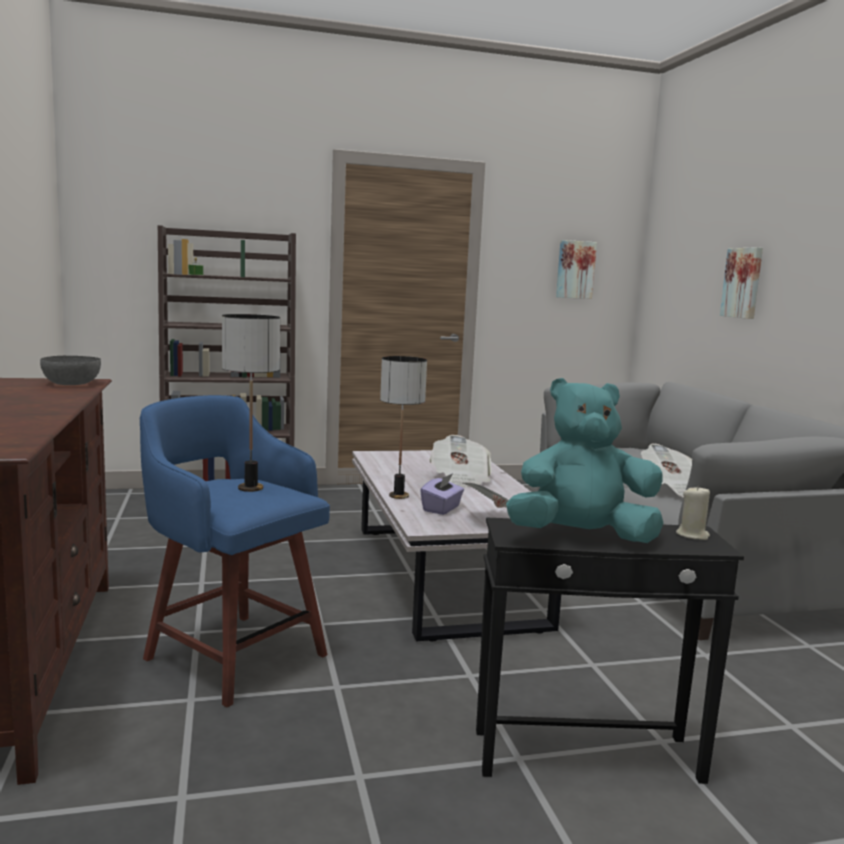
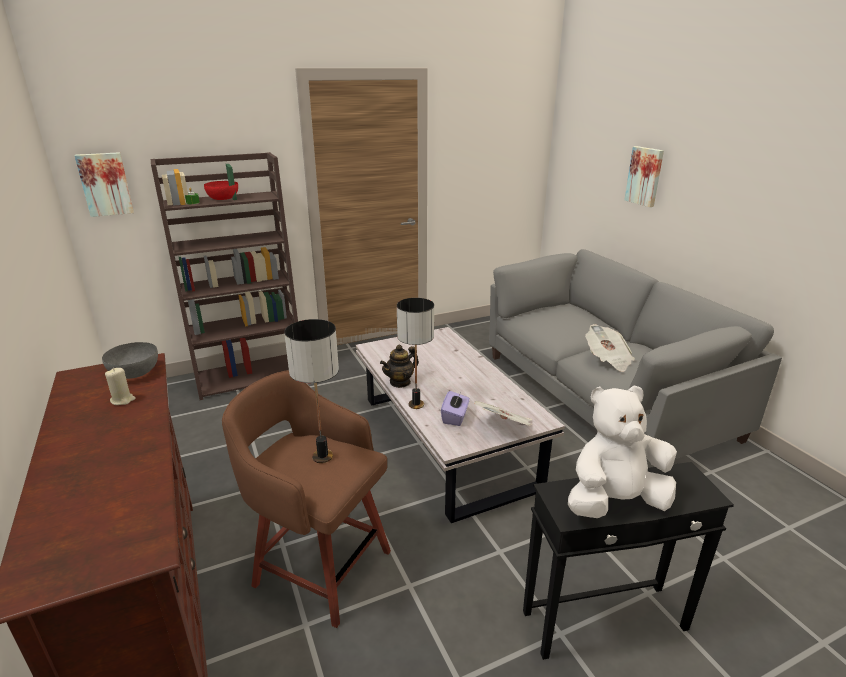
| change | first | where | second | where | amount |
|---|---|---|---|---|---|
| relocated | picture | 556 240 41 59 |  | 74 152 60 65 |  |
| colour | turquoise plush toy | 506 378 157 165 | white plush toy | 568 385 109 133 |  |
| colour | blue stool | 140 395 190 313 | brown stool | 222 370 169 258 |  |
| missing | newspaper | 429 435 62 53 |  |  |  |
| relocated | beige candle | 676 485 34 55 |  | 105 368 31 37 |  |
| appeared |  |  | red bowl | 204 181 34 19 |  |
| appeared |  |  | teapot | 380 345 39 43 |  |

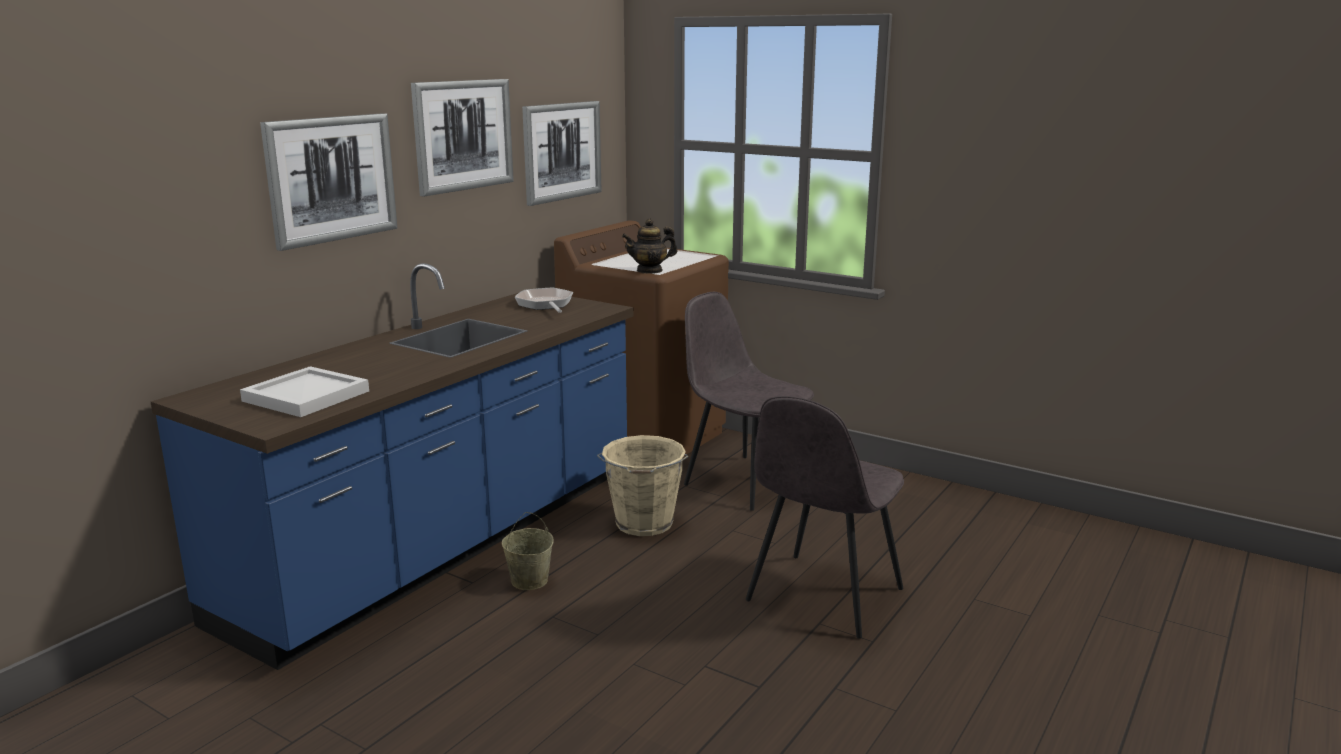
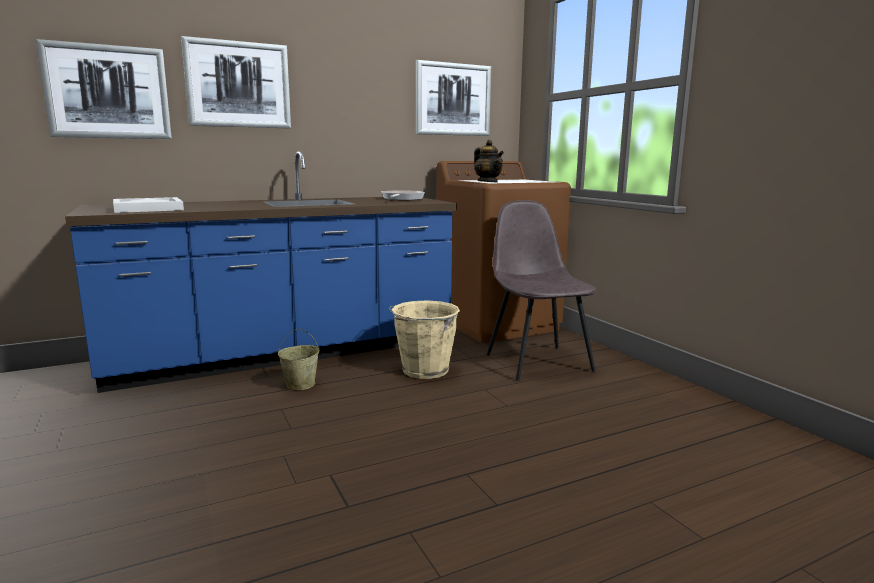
| change | first | where | second | where | amount |
|---|---|---|---|---|---|
| relocated | picture | 411 79 103 117 |  | 36 39 136 100 |  |
| spun | teapot | 622 218 55 56 |  | 474 140 30 43 | 135 degrees counterclockwise |
| missing | grey chair | 746 396 158 243 |  |  |  |

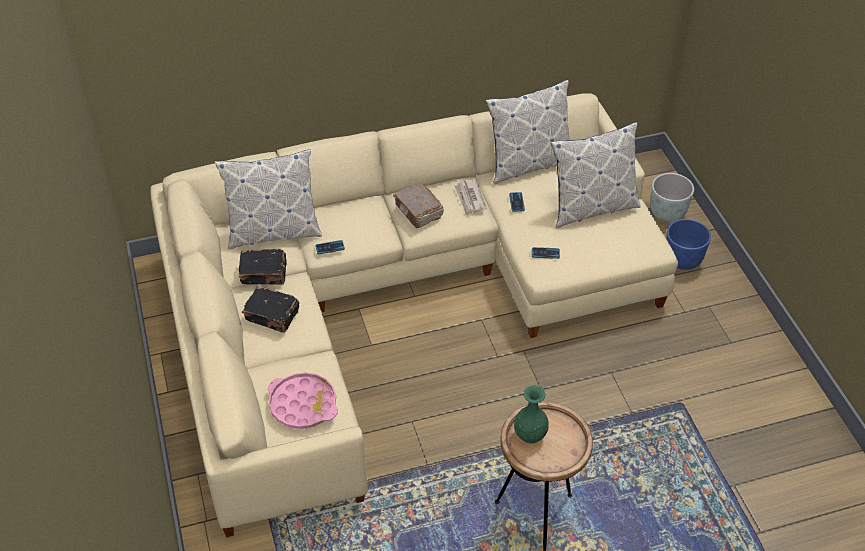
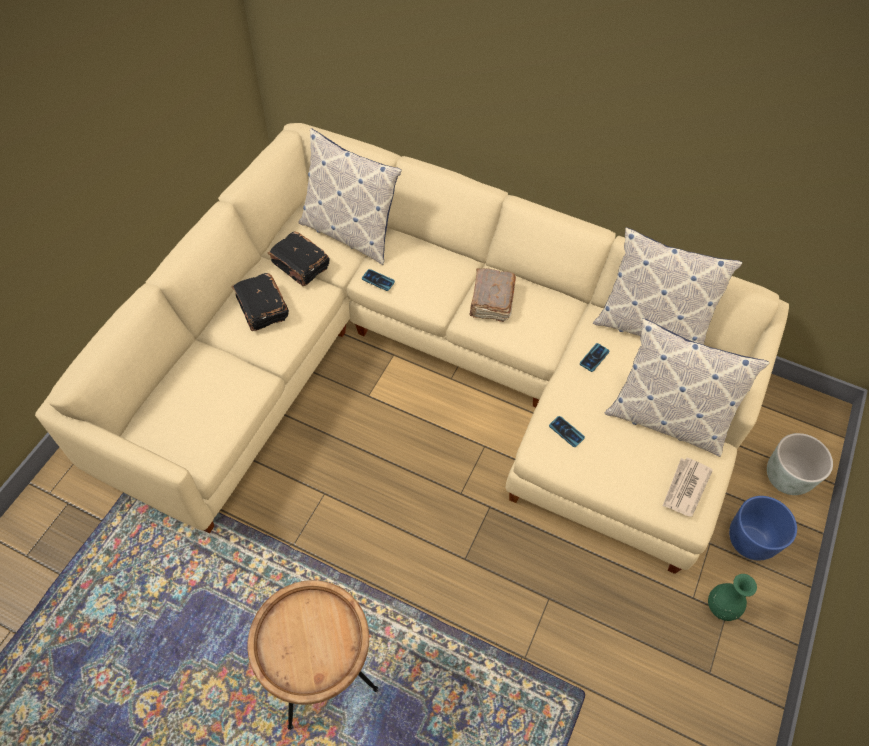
| change | first | where | second | where | amount |
|---|---|---|---|---|---|
| relocated | newspaper | 454 179 33 36 |  | 663 458 50 59 |  |
| missing | pink tray | 268 372 70 57 |  |  |  |
| relocated | green vase | 514 386 35 58 |  | 708 574 49 47 |  |

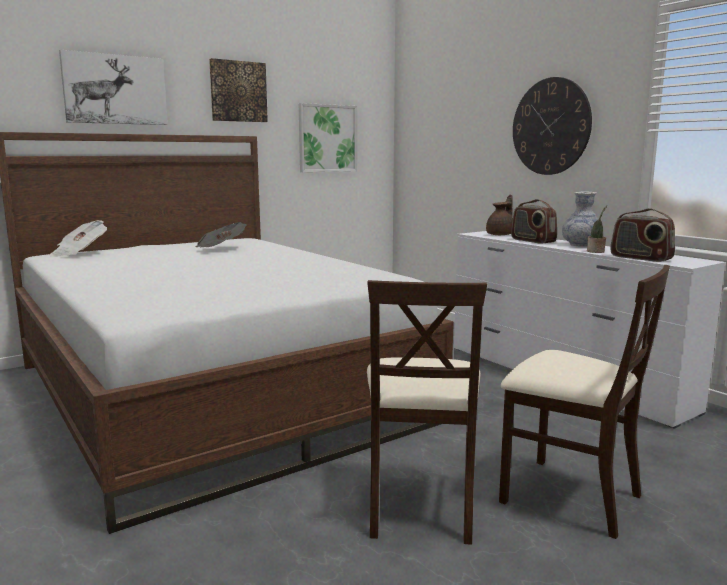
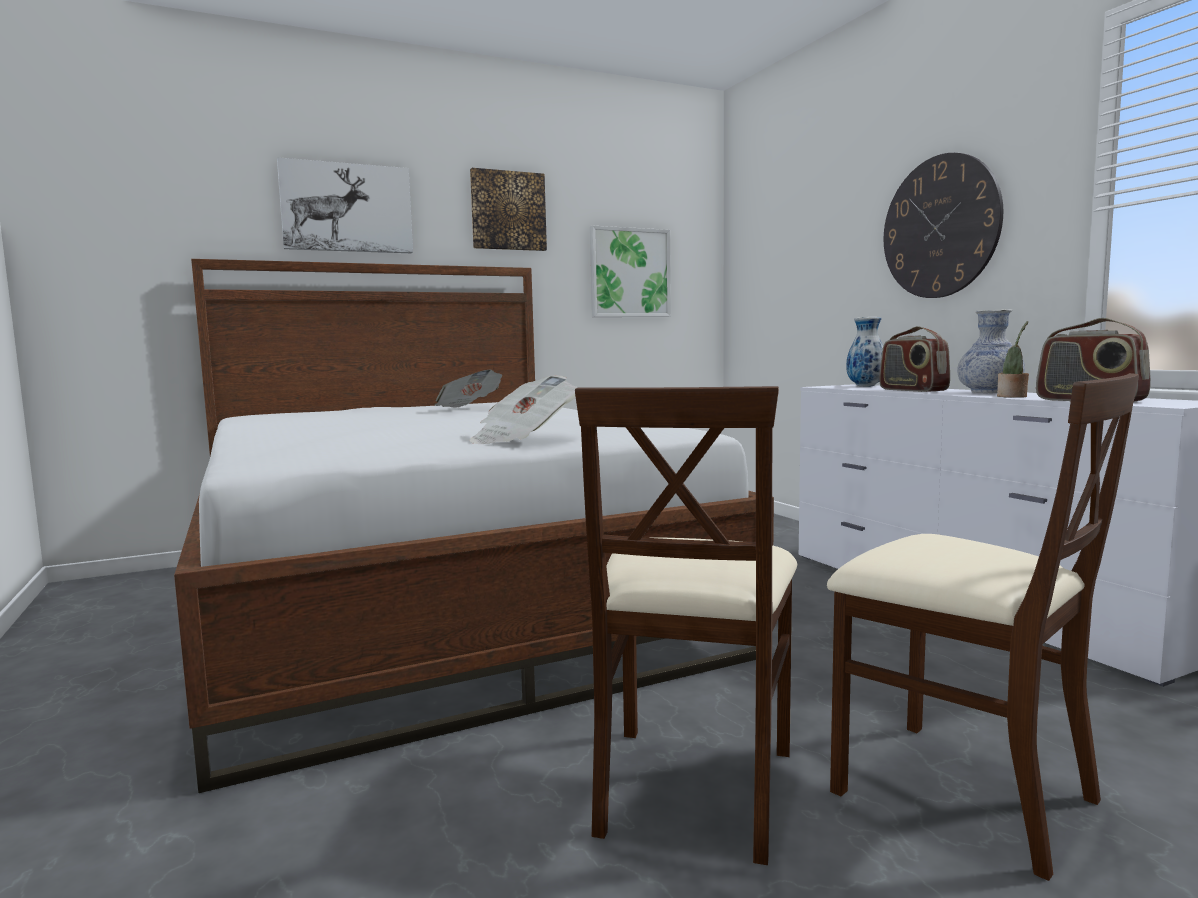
| change | first | where | second | where | amount |
|---|---|---|---|---|---|
| exchanged | brown teapot | 486 195 27 40 | vase | 846 317 37 70 |  |
| relocated | newspaper | 49 220 58 37 |  | 469 375 108 69 |  |

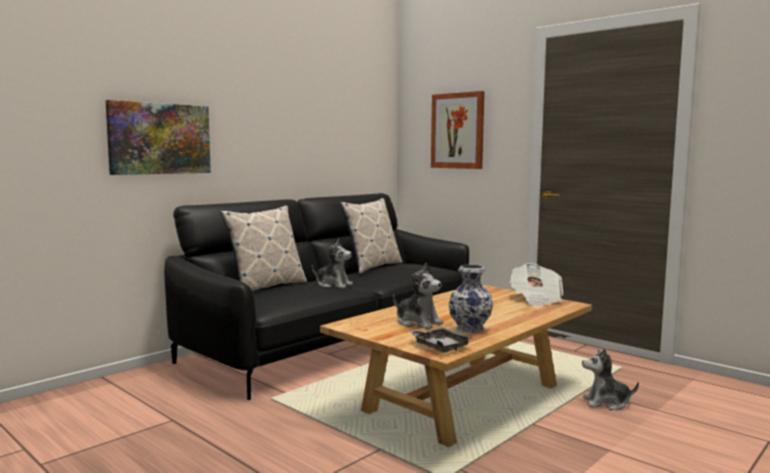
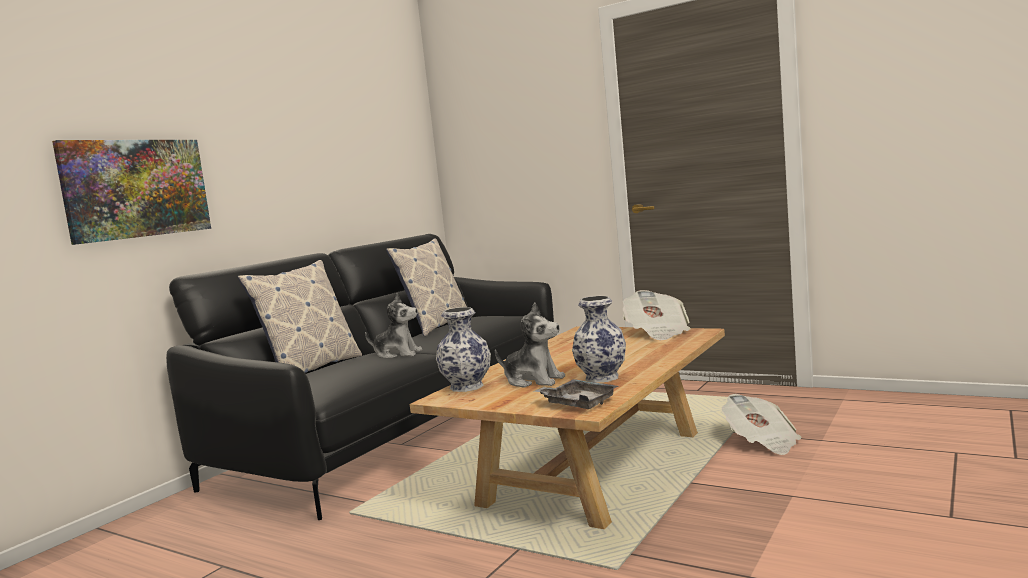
| change | first | where | second | where | amount |
|---|---|---|---|---|---|
| missing | picture | 431 91 54 78 |  |  |  |
| exchanged | plush toy | 582 348 57 62 | newspaper | 722 394 80 61 |  |
| appeared |  |  | vase | 436 307 55 85 |  |

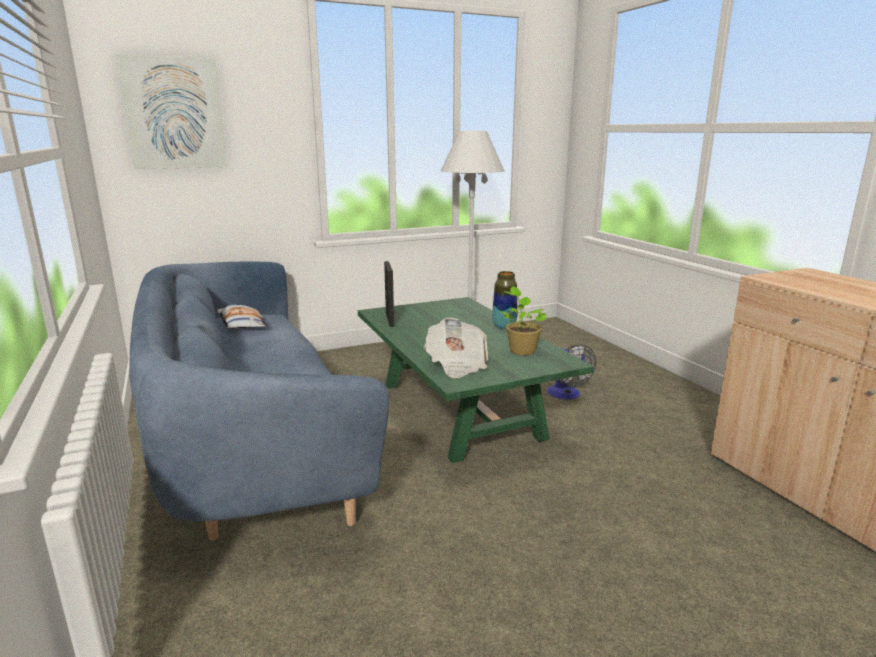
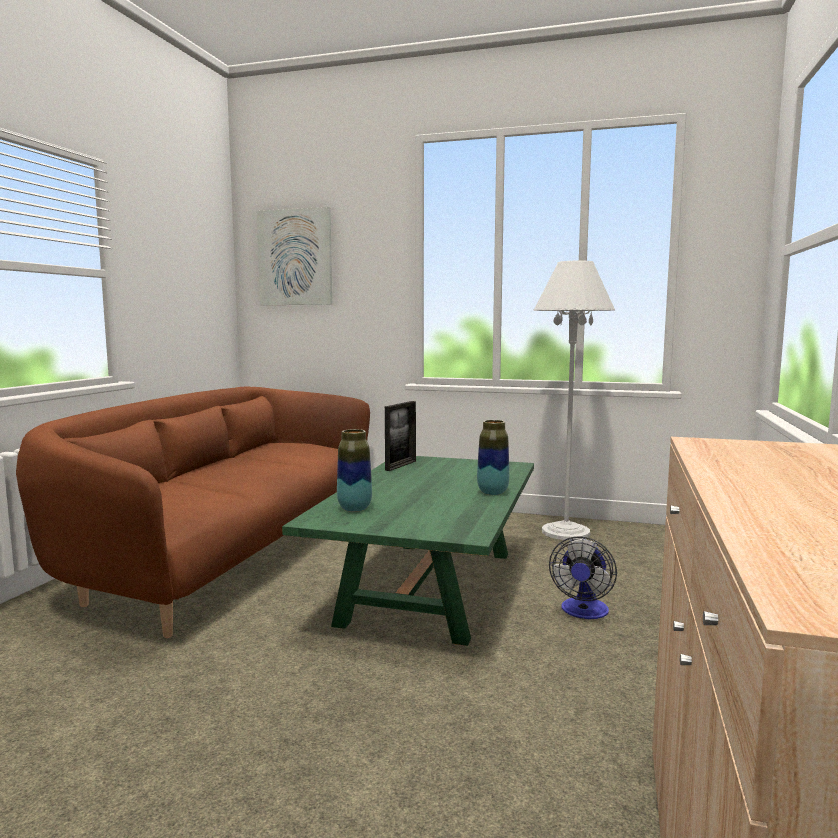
| change | first | where | second | where | amount |
|---|---|---|---|---|---|
| colour | blue sofa | 129 261 260 280 | brown sofa | 16 387 354 251 |  |
| missing | potted plant | 500 286 47 69 |  |  |  |
| missing | pillow | 217 305 52 24 |  |  |  |
| exchanged | newspaper | 424 318 64 60 | vase | 337 429 35 83 |  |

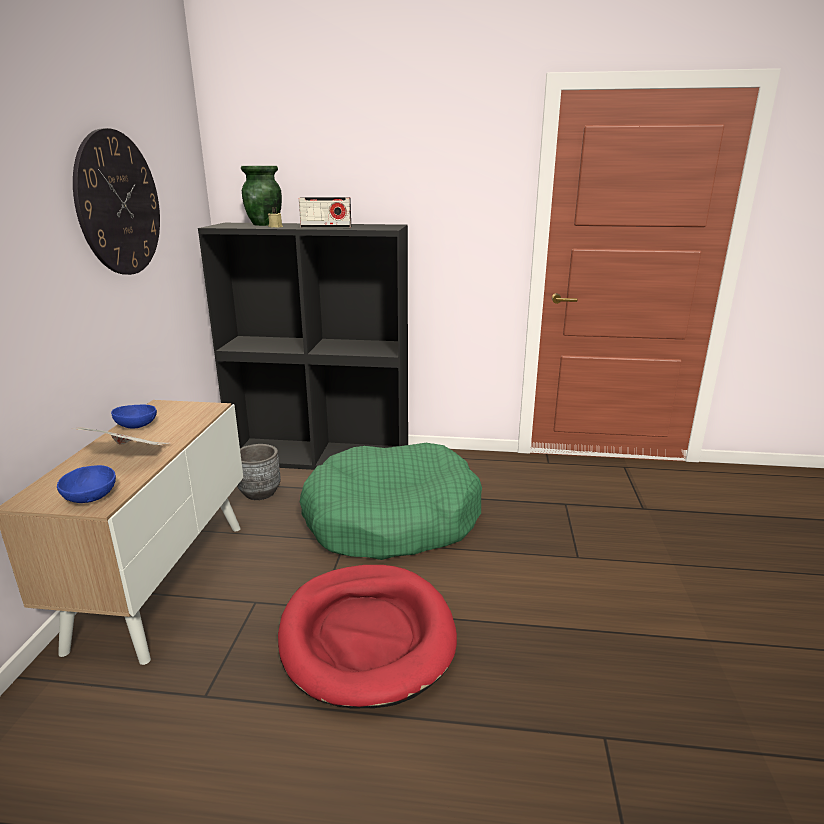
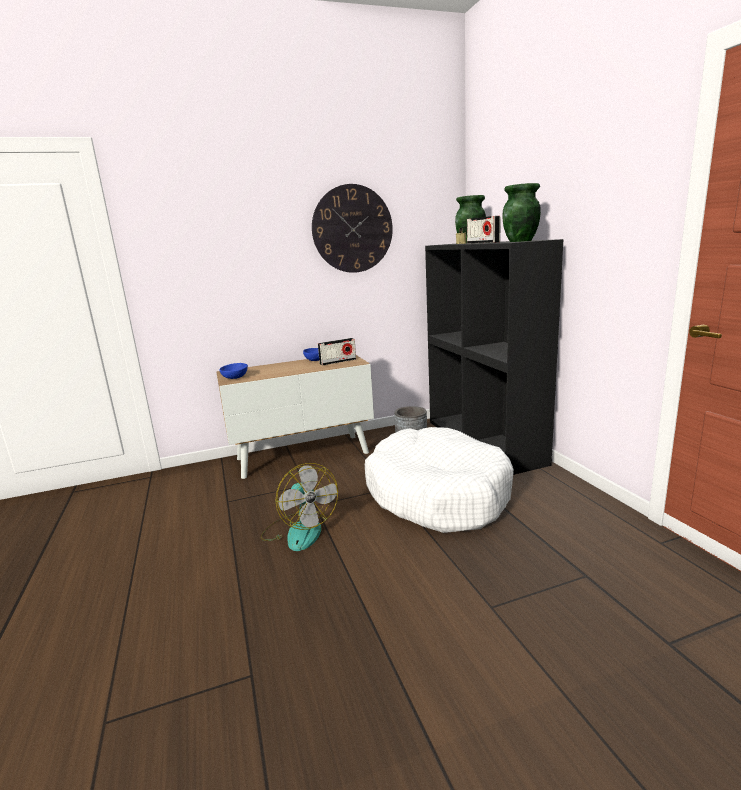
| change | first | where | second | where | amount |
|---|---|---|---|---|---|
| missing | newspaper | 72 428 97 17 |  |  |  |
| colour | green dog bed | 300 443 182 117 | white dog bed | 365 427 149 106 |  |
| exchanged | red dog bed | 278 565 179 143 | fan | 260 463 78 88 |  |
| appeared |  |  | green vase | 502 183 39 59 |  |
| appeared |  |  | radio | 318 338 38 27 |  |

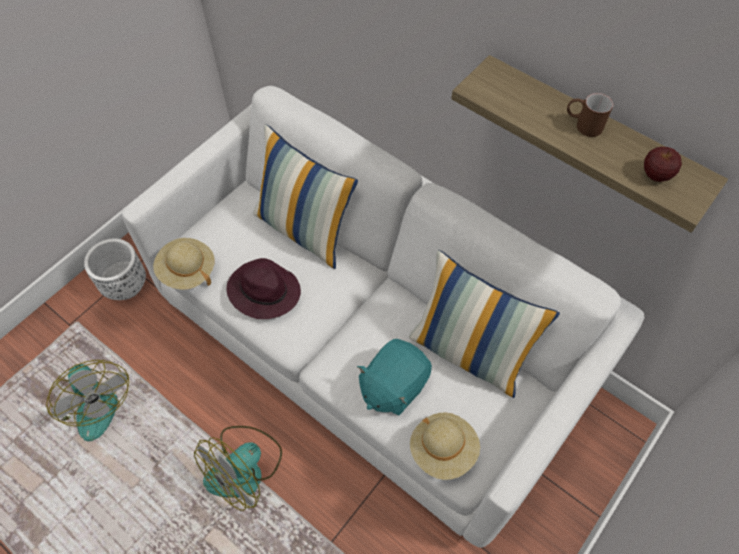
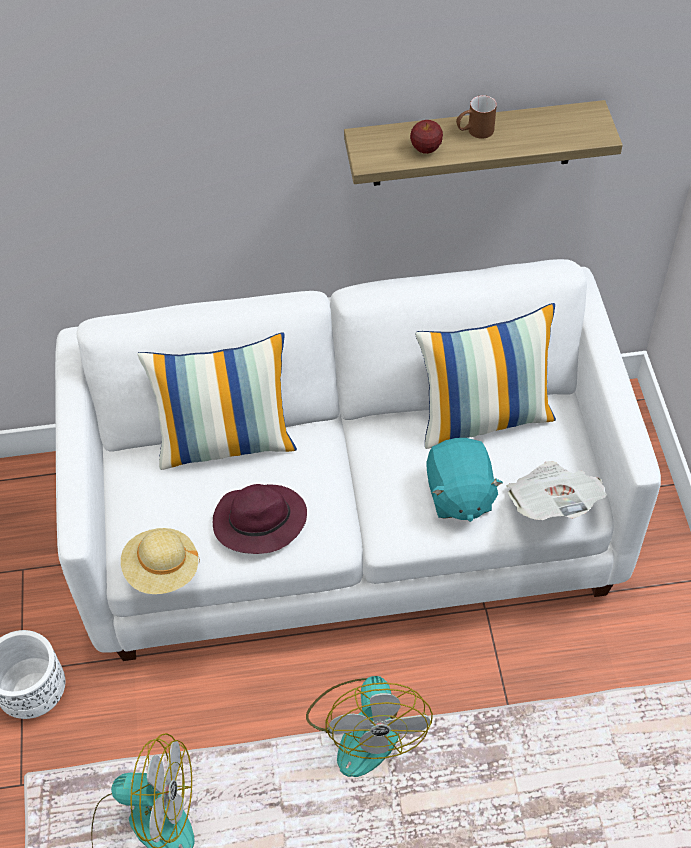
| change | first | where | second | where | amount |
|---|---|---|---|---|---|
| relocated | apple | 644 147 38 35 |  | 410 120 33 34 |  |
| exchanged | beige hat | 410 412 70 68 | newspaper | 506 461 101 59 |  |

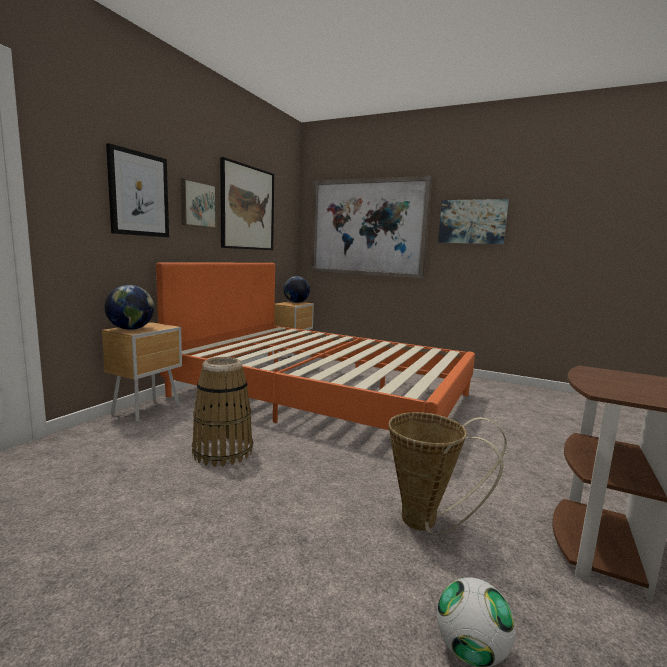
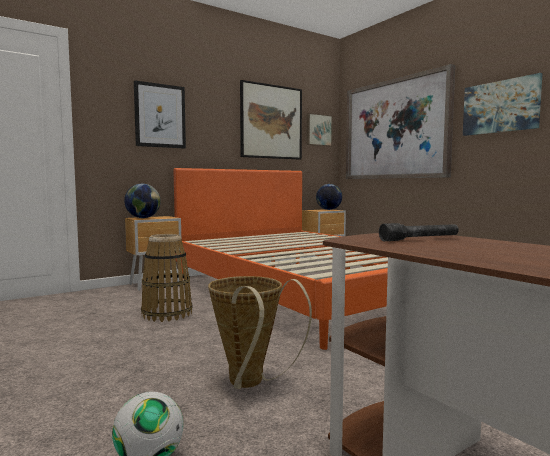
| change | first | where | second | where | amount |
|---|---|---|---|---|---|
| relocated | picture | 181 178 36 50 |  | 307 113 26 33 |  |
| appeared |  |  | grey flashlight | 379 223 80 18 |  |

